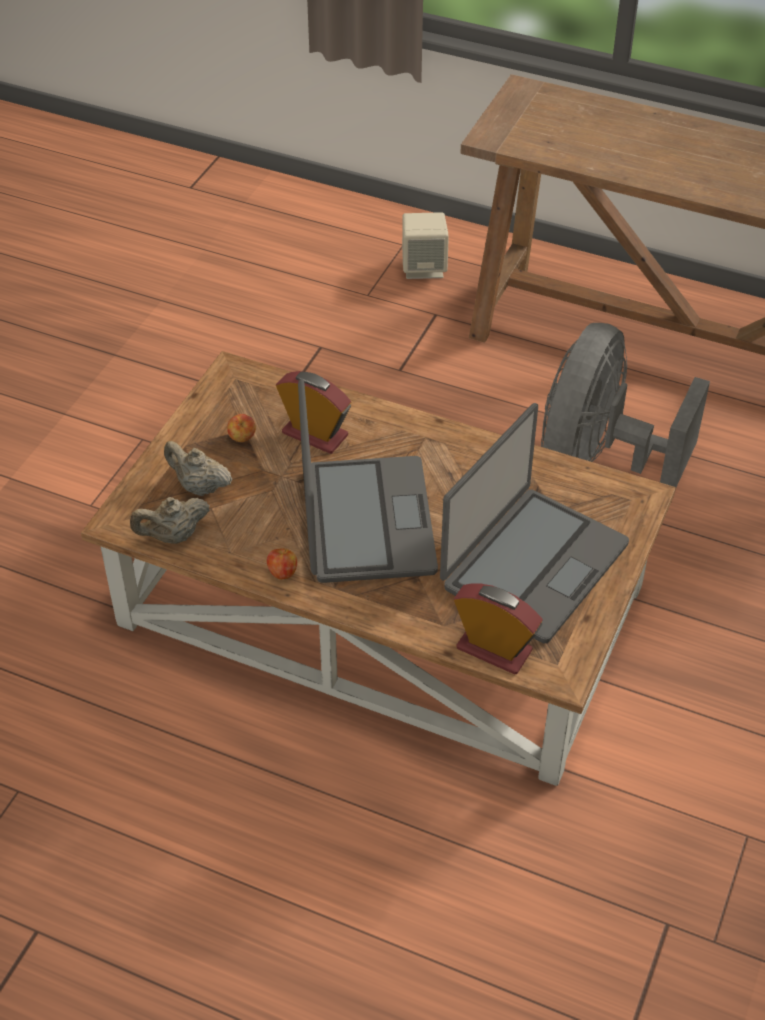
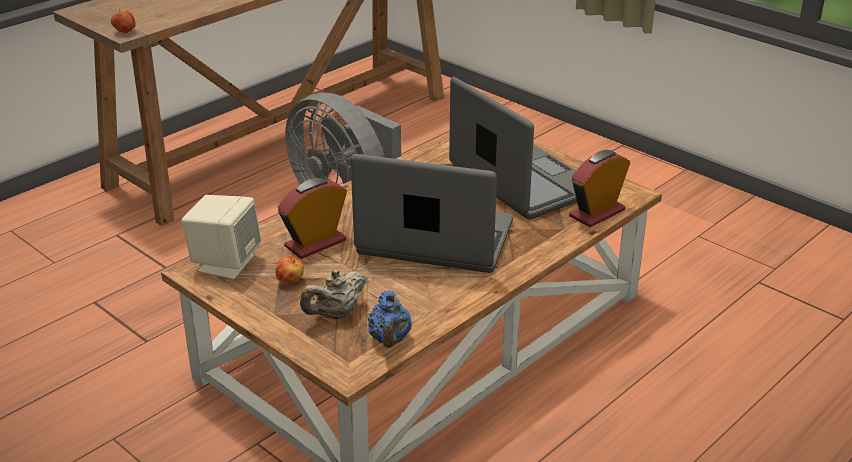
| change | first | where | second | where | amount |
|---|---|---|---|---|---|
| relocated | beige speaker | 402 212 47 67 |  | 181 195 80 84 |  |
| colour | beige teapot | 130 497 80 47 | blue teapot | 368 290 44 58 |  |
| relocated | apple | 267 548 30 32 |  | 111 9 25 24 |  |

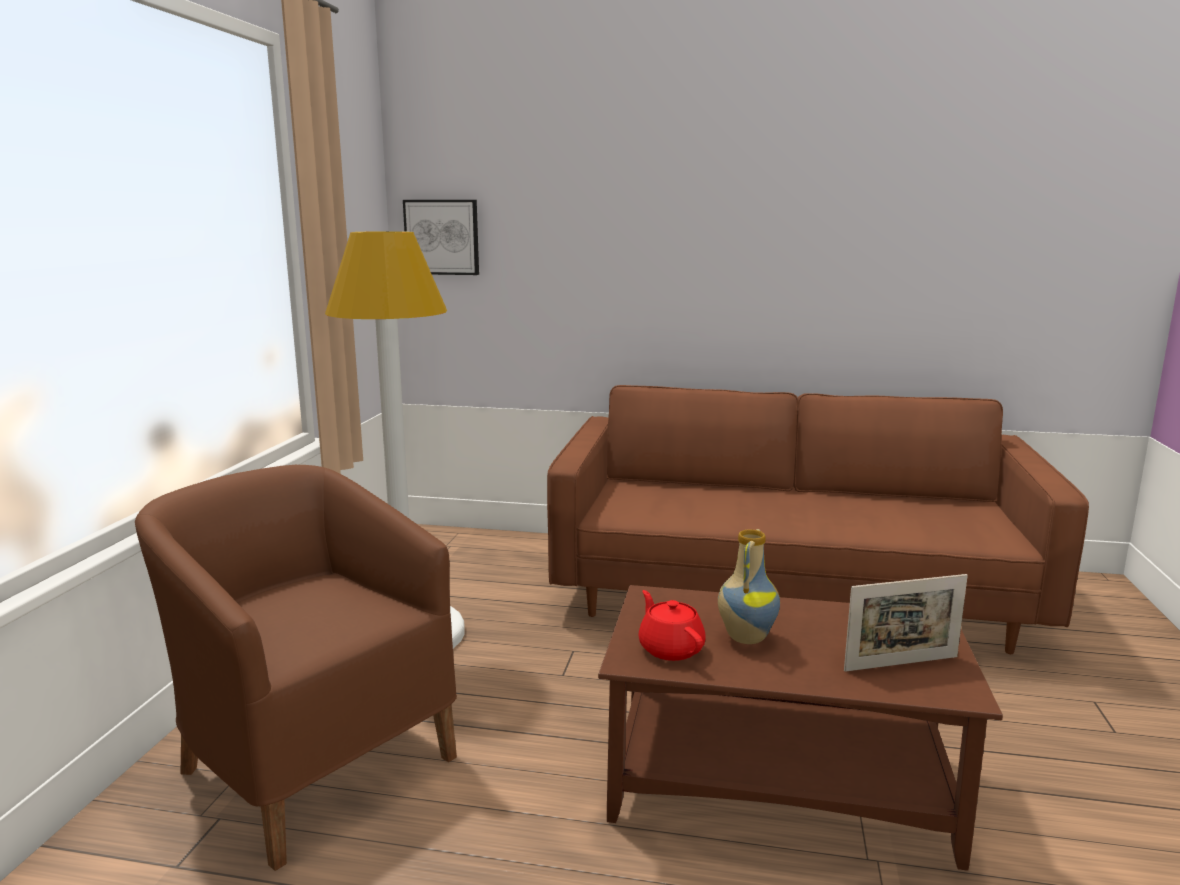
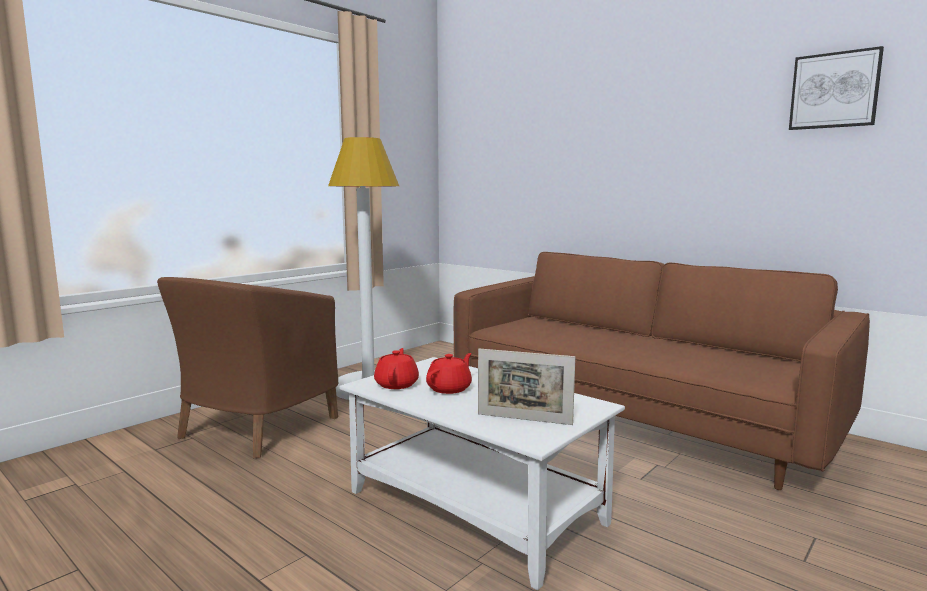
| change | first | where | second | where | amount |
|---|---|---|---|---|---|
| relocated | picture | 403 200 76 75 |  | 789 46 95 84 |  |
| spun | brown armchair | 135 465 322 406 |  | 157 277 182 181 | 135 degrees counterclockwise |
| exchanged | vase | 718 529 62 115 | red teapot | 426 353 46 41 |  |
| colour | brown coffee table | 598 585 405 286 | white coffee table | 339 357 286 233 |  |

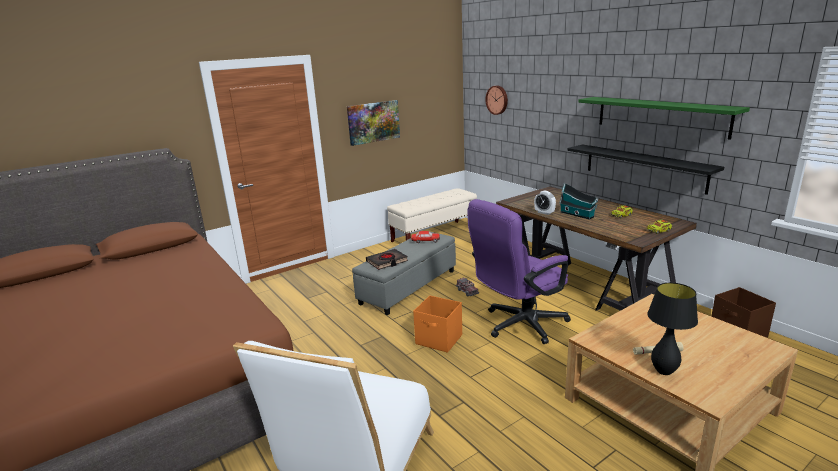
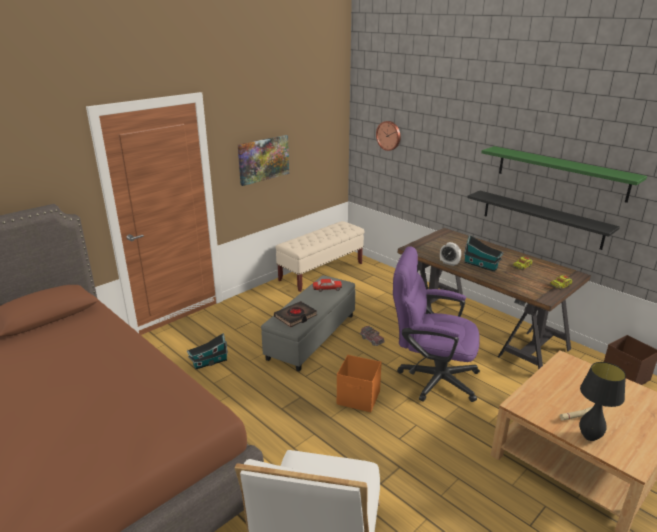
| change | first | where | second | where | amount |
|---|---|---|---|---|---|
| spun | purple office chair | 467 199 104 145 |  | 393 246 87 156 | 60 degrees clockwise |
| appeared |  |  | toy house | 187 333 41 36 |  |

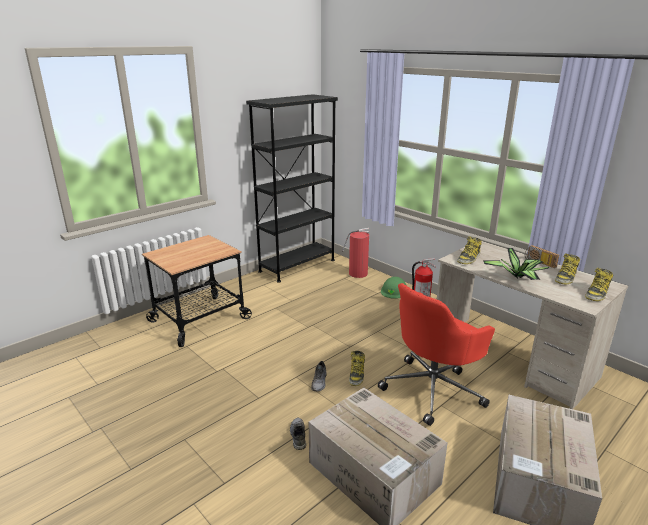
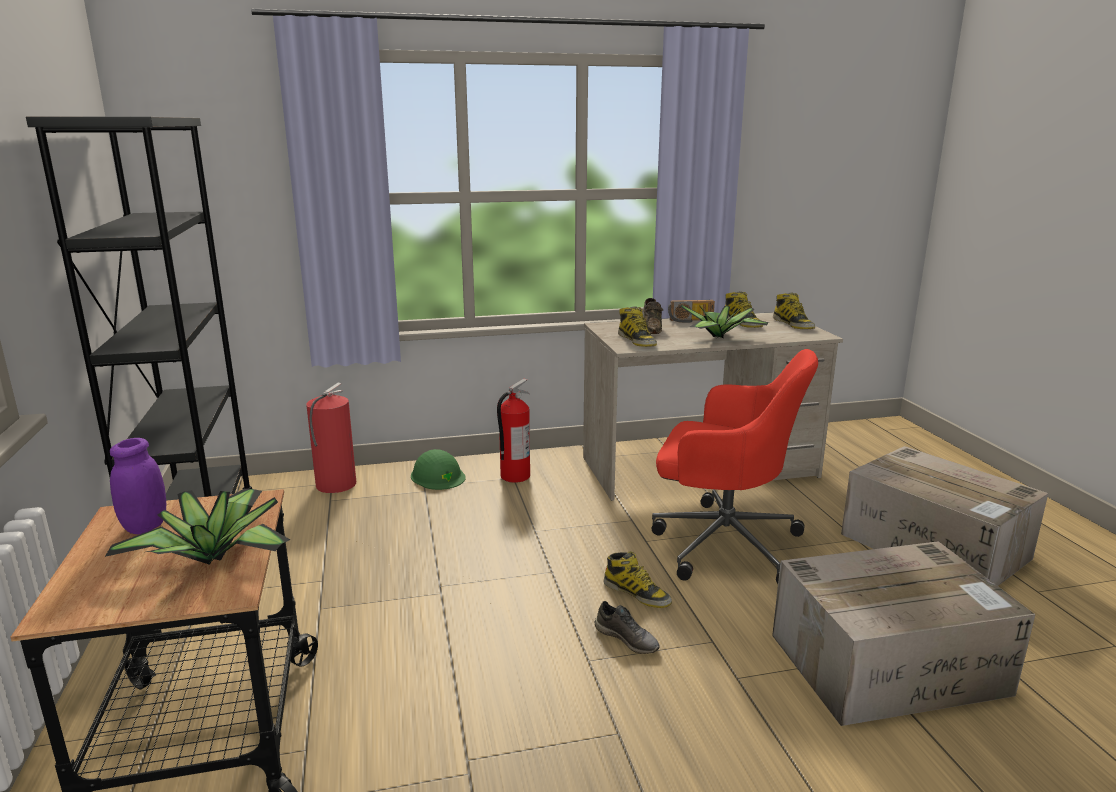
| change | first | where | second | where | amount |
|---|---|---|---|---|---|
| spun | red office chair | 378 283 117 143 |  | 652 349 166 235 | 60 degrees counterclockwise |
| missing | grey shoe | 290 418 16 32 |  |  |  |
| appeared |  |  | brown shoe | 644 298 19 36 |  |
| appeared |  |  | purple jar | 110 438 56 96 |  |
| appeared |  |  | potted plant | 105 489 185 76 |  |

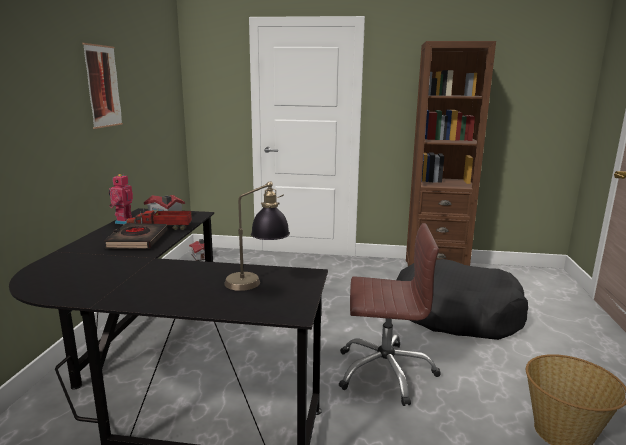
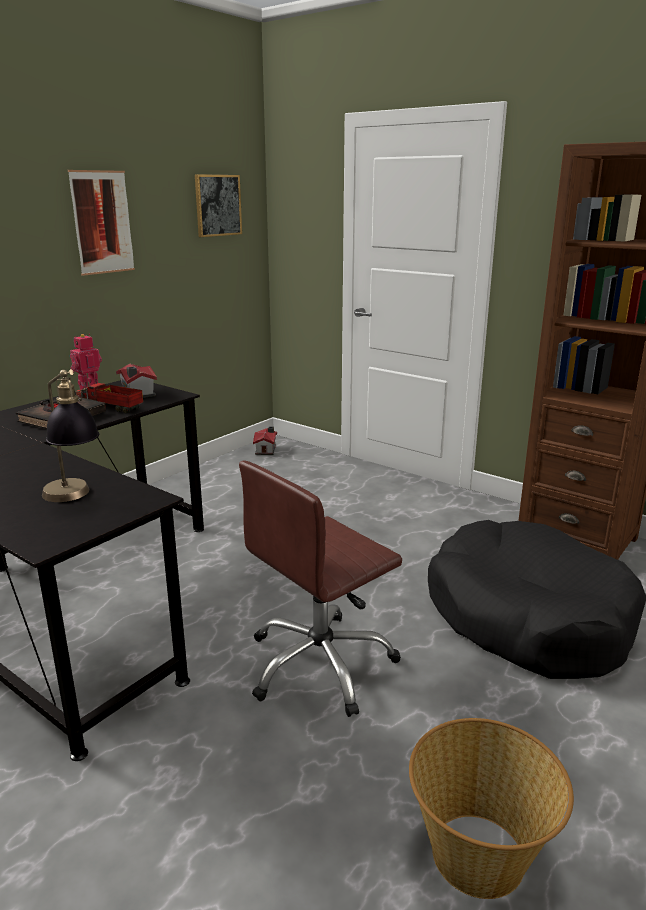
| change | first | where | second | where | amount |
|---|---|---|---|---|---|
| spun | brown office chair | 339 223 102 183 |  | 239 460 163 257 | 105 degrees clockwise |
| appeared |  |  | picture | 195 174 47 63 |  |

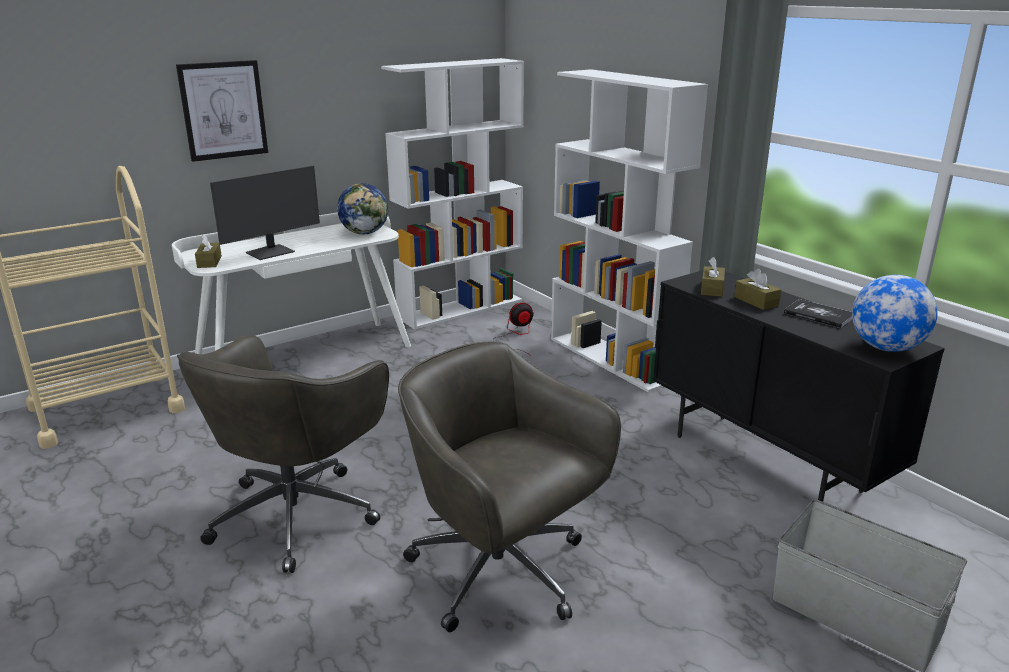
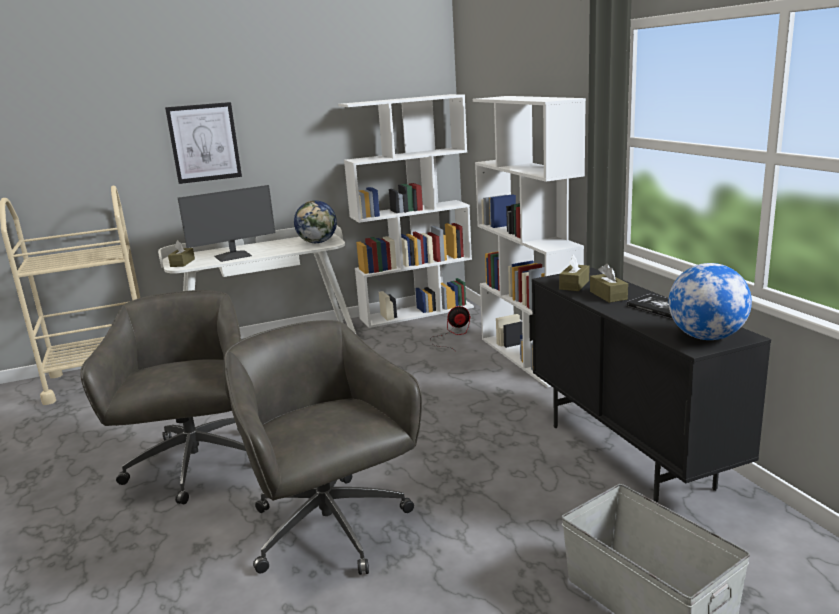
| change | first | where | second | where | amount |
|---|---|---|---|---|---|
| spun | grey office chair | 177 335 212 238 |  | 80 290 166 214 | 135 degrees clockwise |

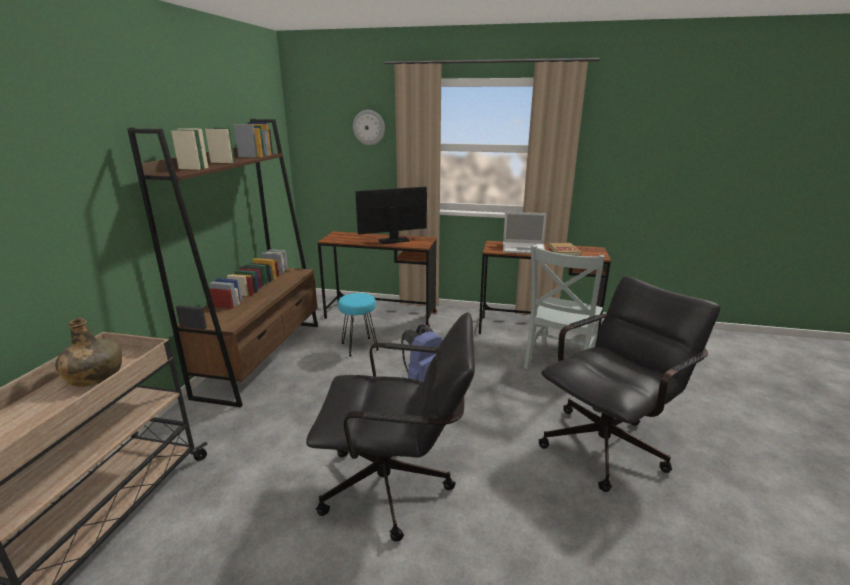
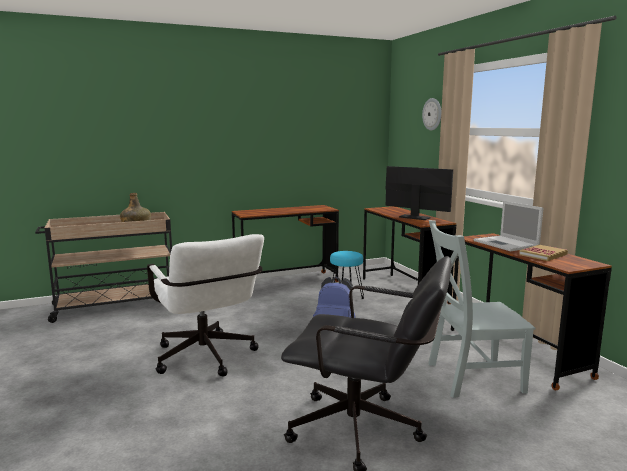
| change | first | where | second | where | amount |
|---|---|---|---|---|---|
| exchanged | brown bookcase | 127 119 191 288 | brown desk | 232 205 107 77 |  |
| colour | black office chair | 306 312 169 230 | white office chair | 147 234 117 143 |  |

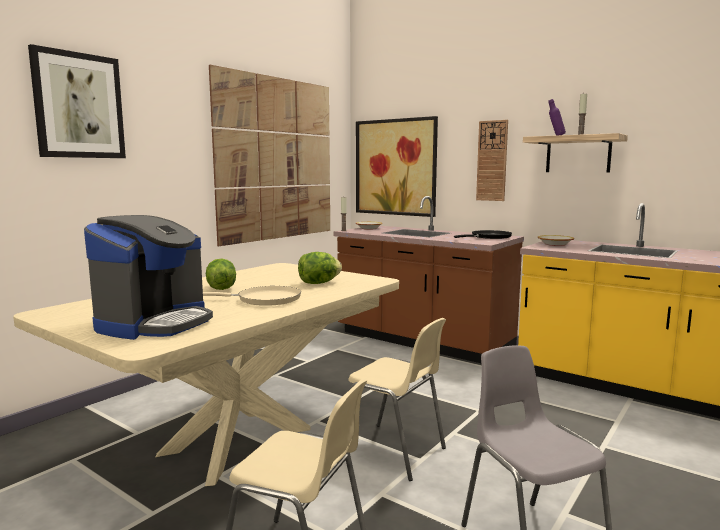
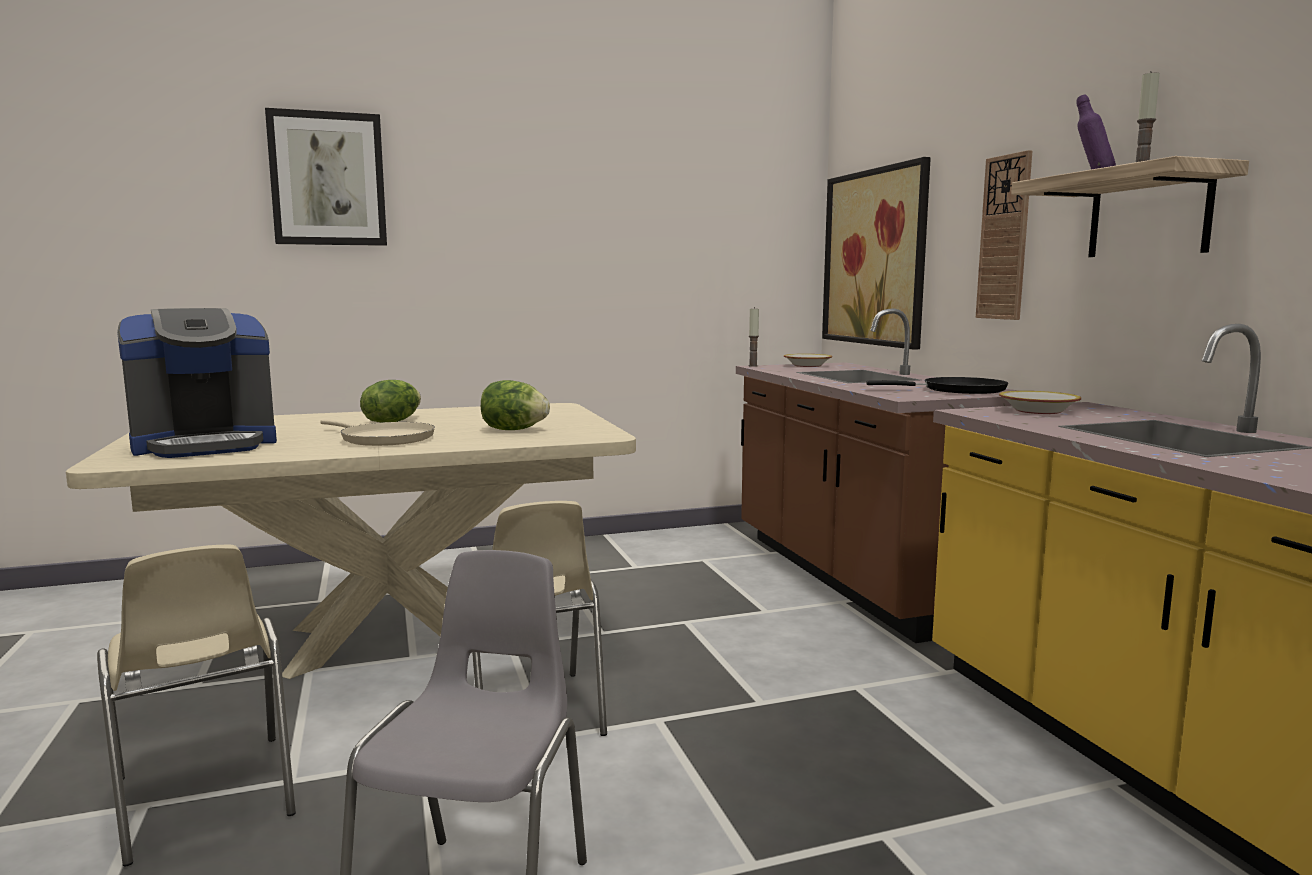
| change | first | where | second | where | amount |
|---|---|---|---|---|---|
| missing | picture | 209 65 121 181 |  |  |  |

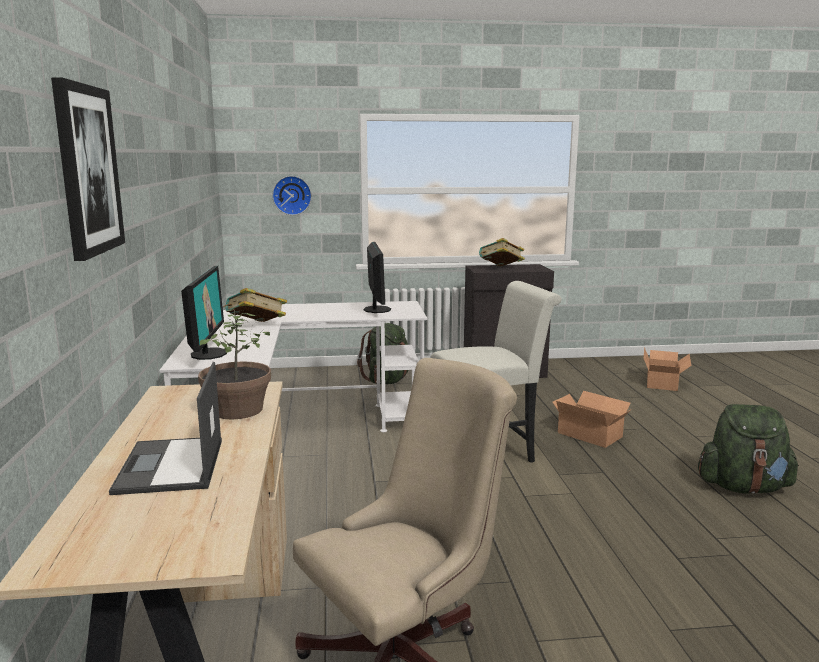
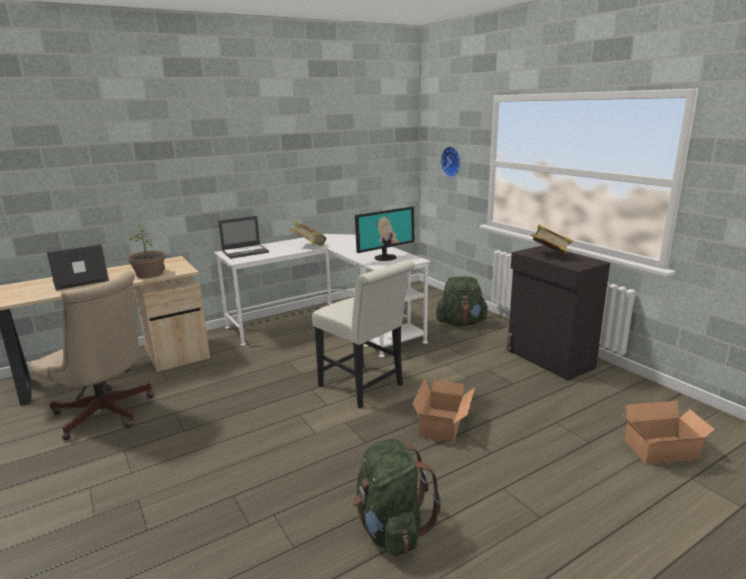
| change | first | where | second | where | amount |
|---|---|---|---|---|---|
| missing | picture | 51 77 74 184 |  |  |  |
| exchanged | monitor | 181 266 46 94 | laptop | 218 216 51 43 |  |

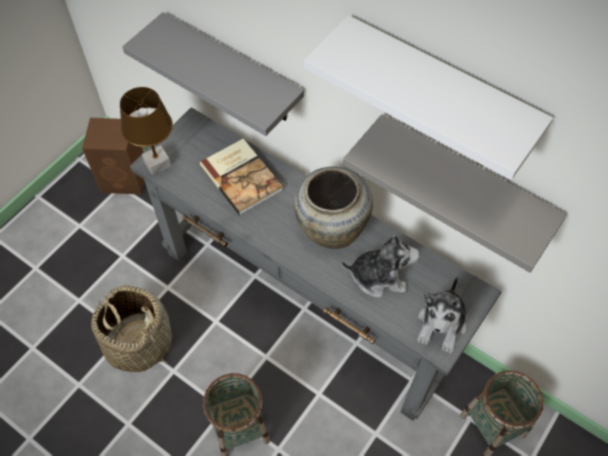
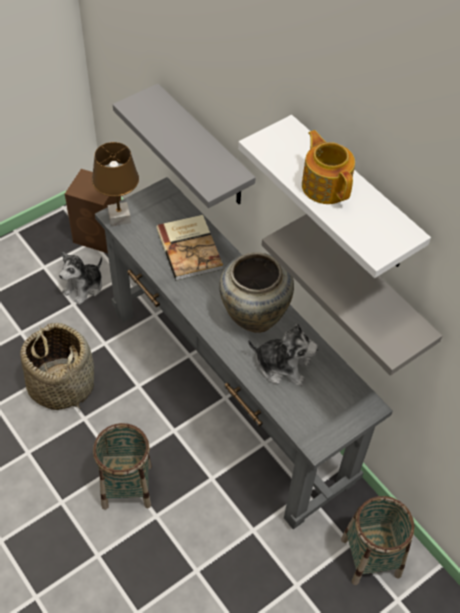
| change | first | where | second | where | amount |
|---|---|---|---|---|---|
| relocated | plush toy | 417 276 50 78 |  | 59 252 43 53 |  |
| appeared |  |  | teapot | 302 130 53 74 |  |

